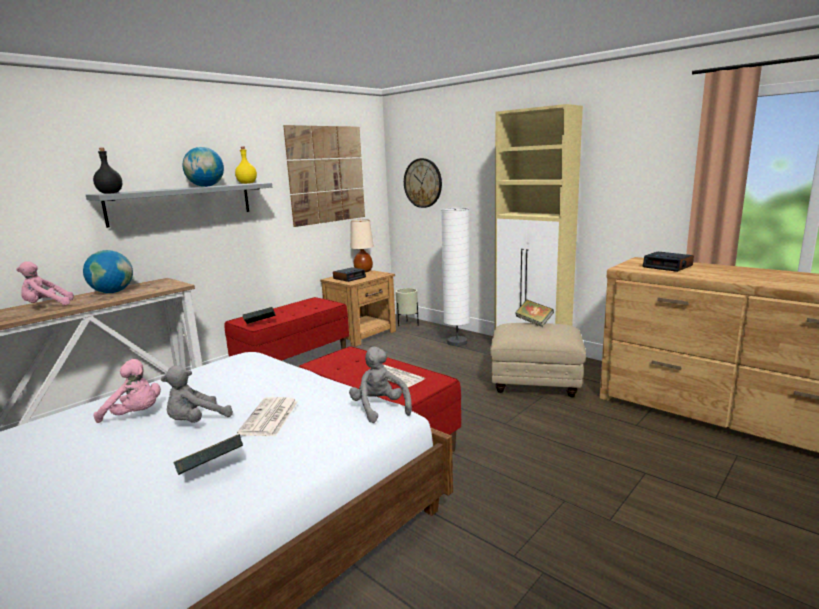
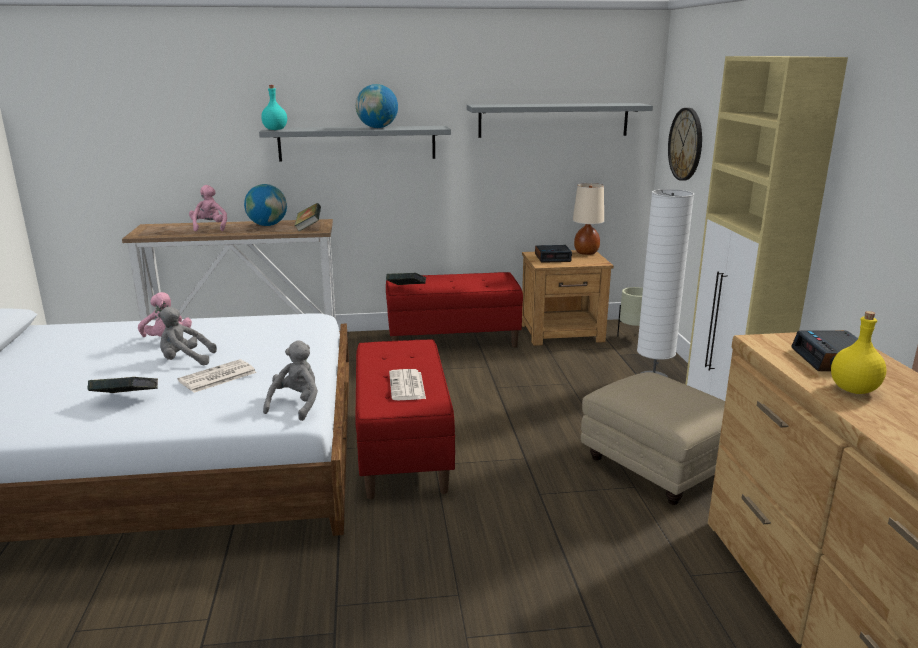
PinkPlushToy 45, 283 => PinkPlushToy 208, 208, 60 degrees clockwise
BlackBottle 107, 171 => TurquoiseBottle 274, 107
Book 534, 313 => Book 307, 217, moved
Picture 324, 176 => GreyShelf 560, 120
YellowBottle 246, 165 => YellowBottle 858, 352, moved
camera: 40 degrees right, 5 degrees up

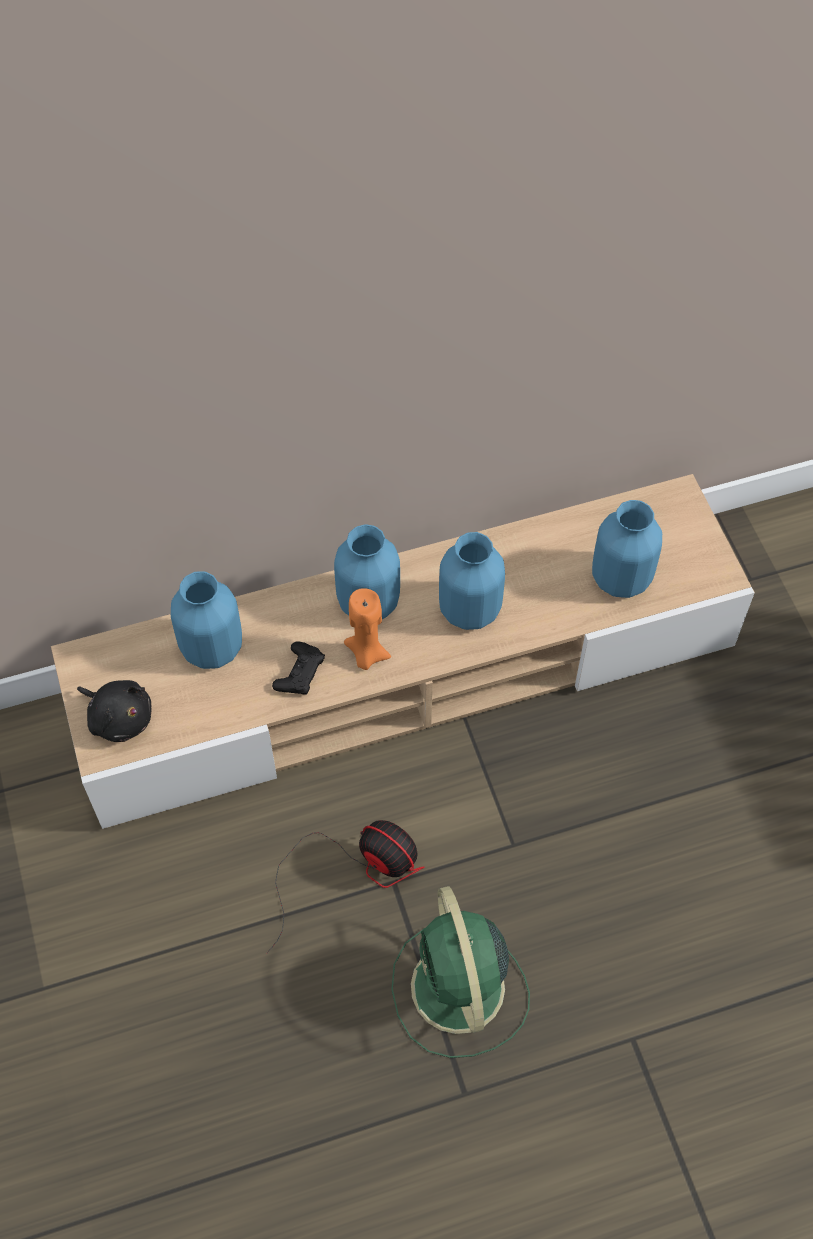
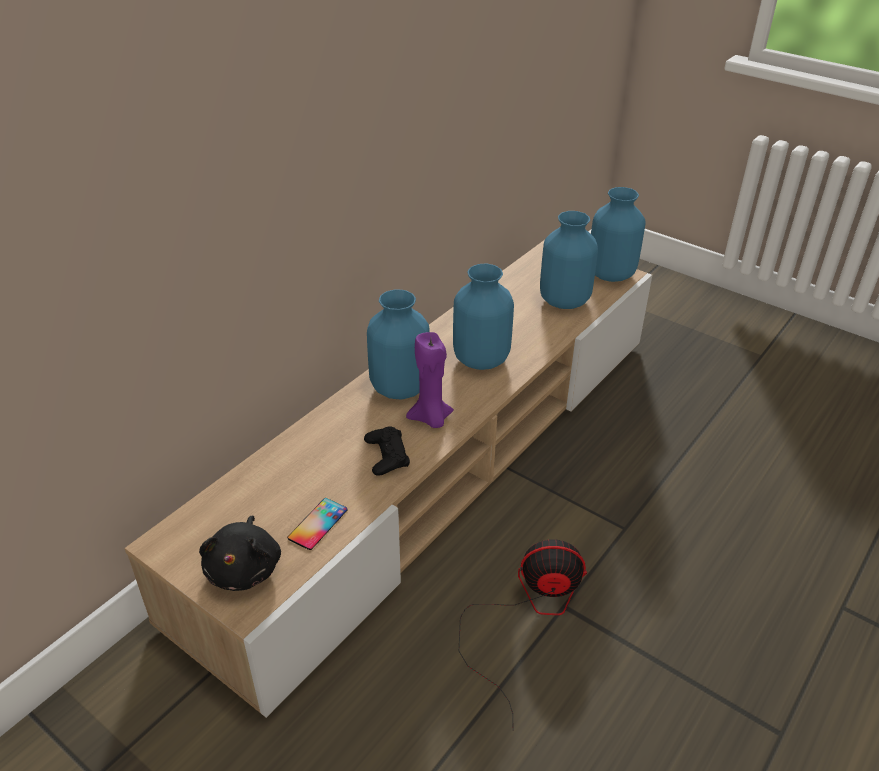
BlackPlushToy 114, 711 => BlackPlushToy 240, 553, 90 degrees clockwise
nothing => Phone 317, 524
OrangeCandle 367, 629 => PurpleCandle 430, 380
BlueVase 206, 620 => BlueVase 618, 234, moved
GreenFan 460, 972 => nothing
camera: 35 degrees left, 20 degrees down

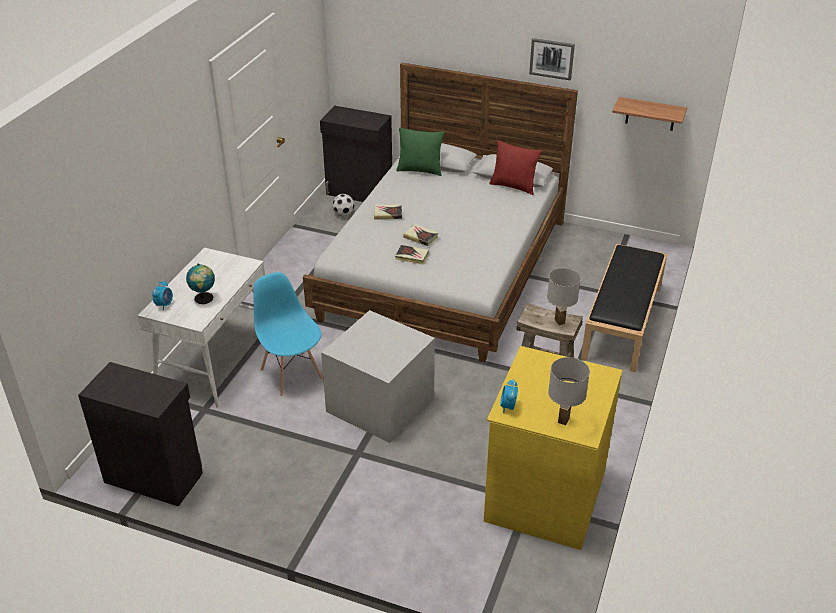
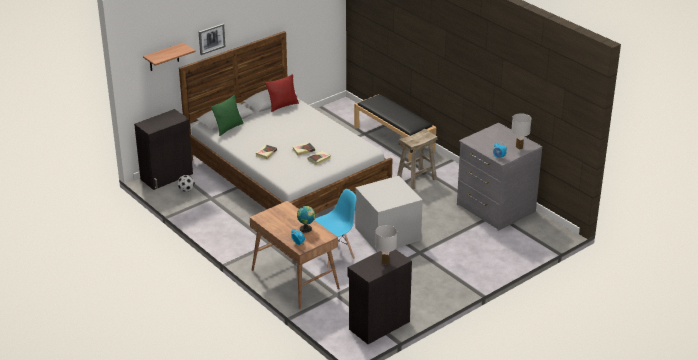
Shelf 649, 114 => Shelf 169, 57, moved
Picture 552, 59 => Picture 212, 39, moved
WhiteDesk 201, 328 => BrownDesk 295, 255
BlueChair 288, 334 => BlueChair 335, 229, 150 degrees clockwise
WhiteTableLamp 564, 296 => WhiteTableLamp 386, 245, moved
YellowDresser 553, 448 => GreyDresser 500, 177
camera: 60 degrees left, 5 degrees down

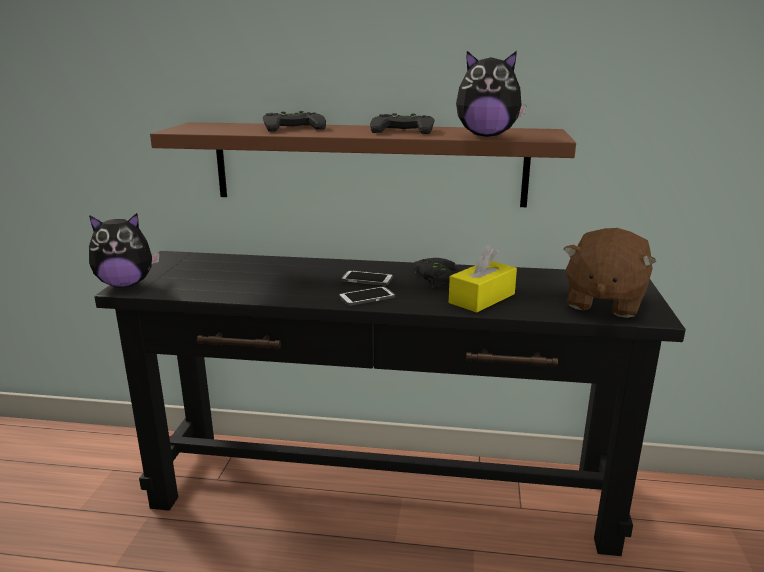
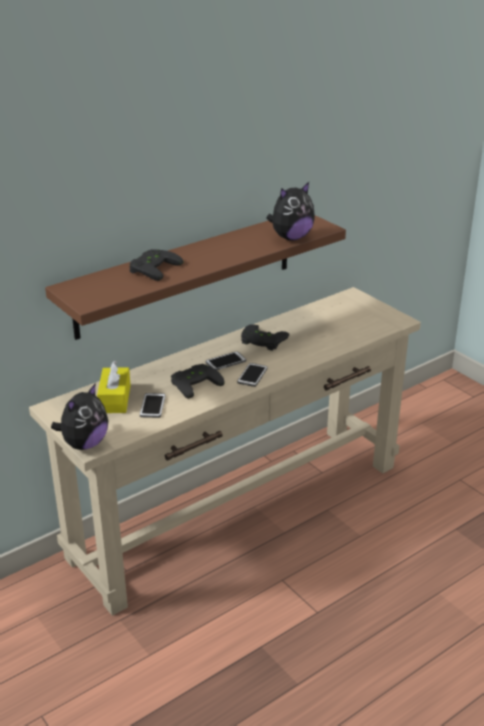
BlackConsoleTable 390, 403 => BeigeConsoleTable 225, 451
YellowTissueBox 483, 279 => YellowTissueBox 114, 387, moved
nothing => Phone 153, 405
BlackGameController 402, 123 => BlackGameController 198, 381, moved
BrownPlushToy 609, 273 => nothing
camera: 45 degrees left, 10 degrees up

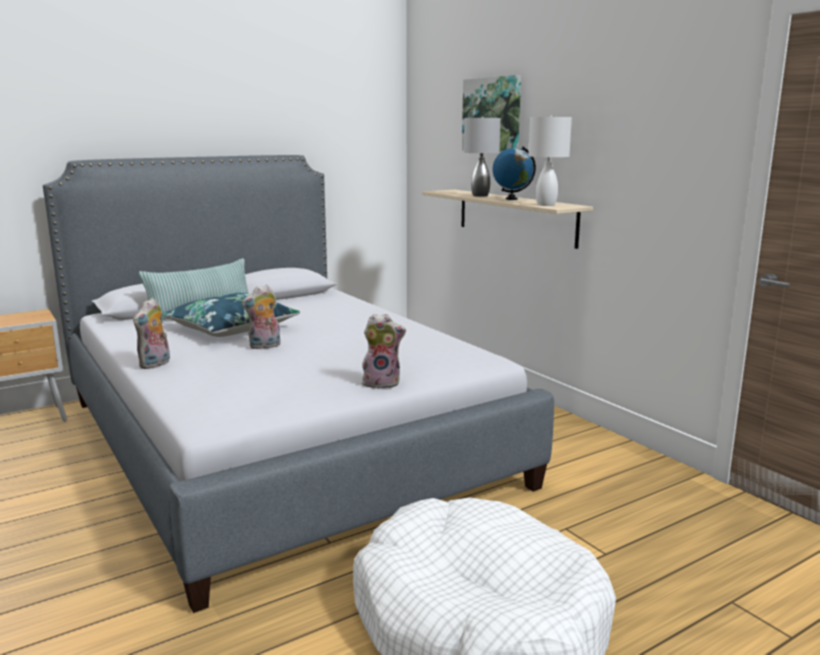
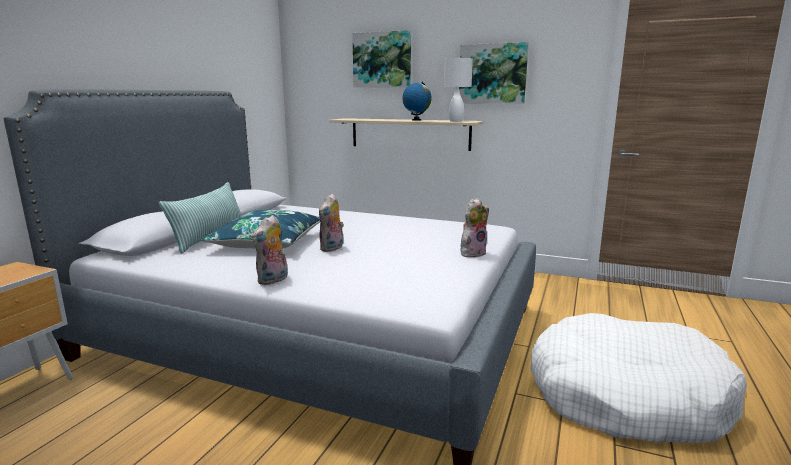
PlushToy 151, 333 => PlushToy 270, 250, 45 degrees clockwise
nothing => Picture 494, 72
GreyTableLamp 482, 157 => nothing
camera: 35 degrees left, 0 degrees up

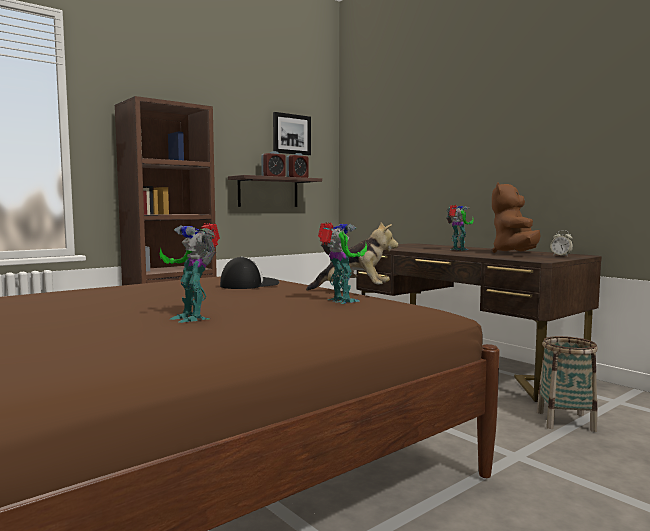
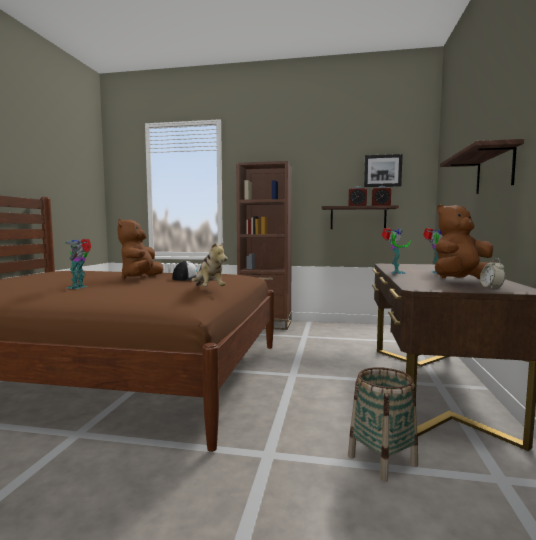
nothing => BrownPlushToy 140, 248
ToyRobot 342, 263 => ToyRobot 396, 251, moved
nothing => Shelf 482, 166
camera: 50 degrees right, 0 degrees up

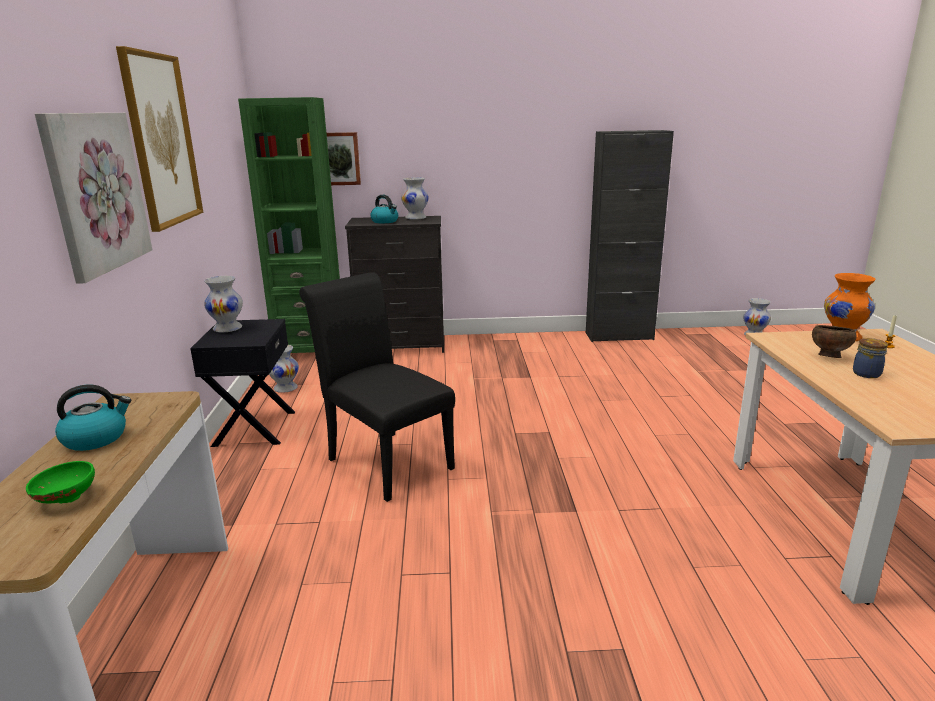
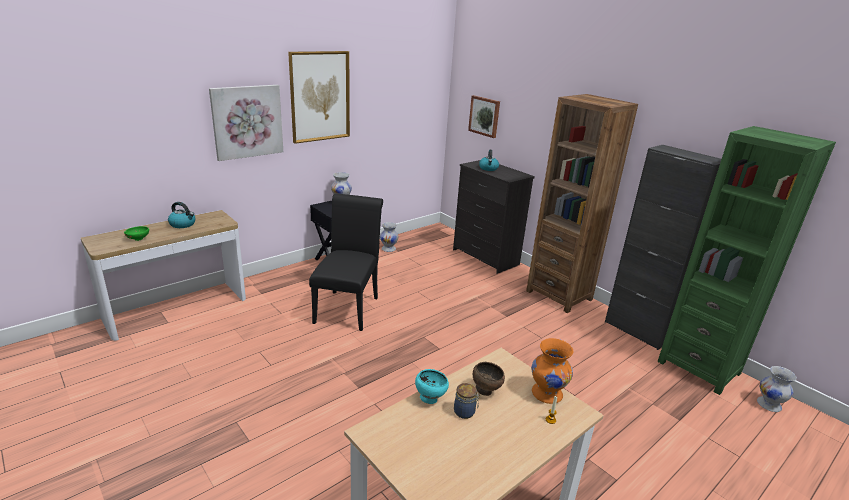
nothing => TurquoiseBowl 432, 386
nothing => BrownBookcase 582, 203
GreenBookcase 289, 225 => GreenBookcase 747, 260, moved
WhiteVase 415, 198 => nothing
camera: 50 degrees right, 5 degrees up

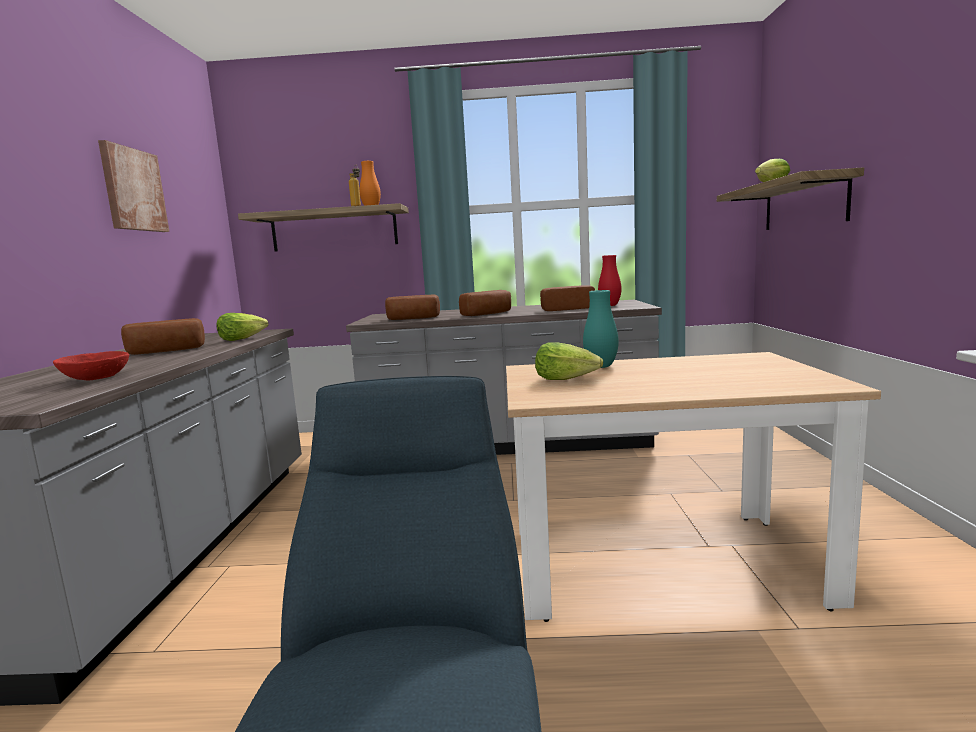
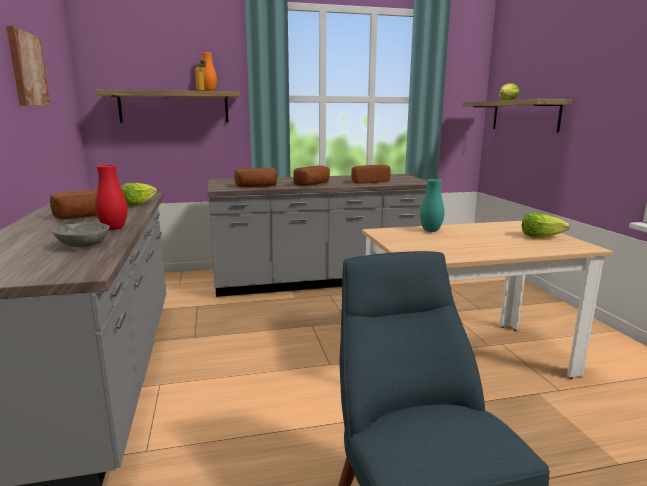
RedBowl 91, 366 => GreyBowl 81, 234
RedVase 610, 280 => RedVase 111, 197, moved
Lettuce 569, 361 => Lettuce 546, 225, moved
camera: 15 degrees left, 5 degrees up

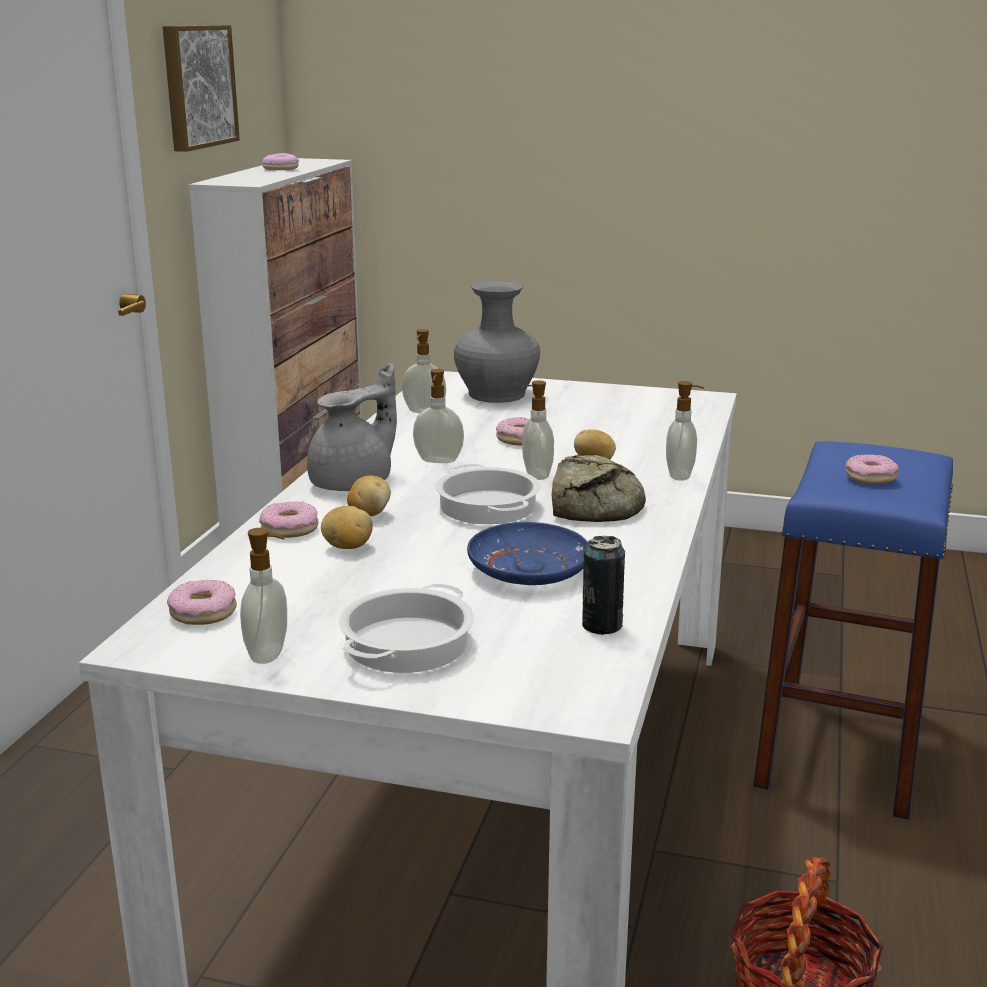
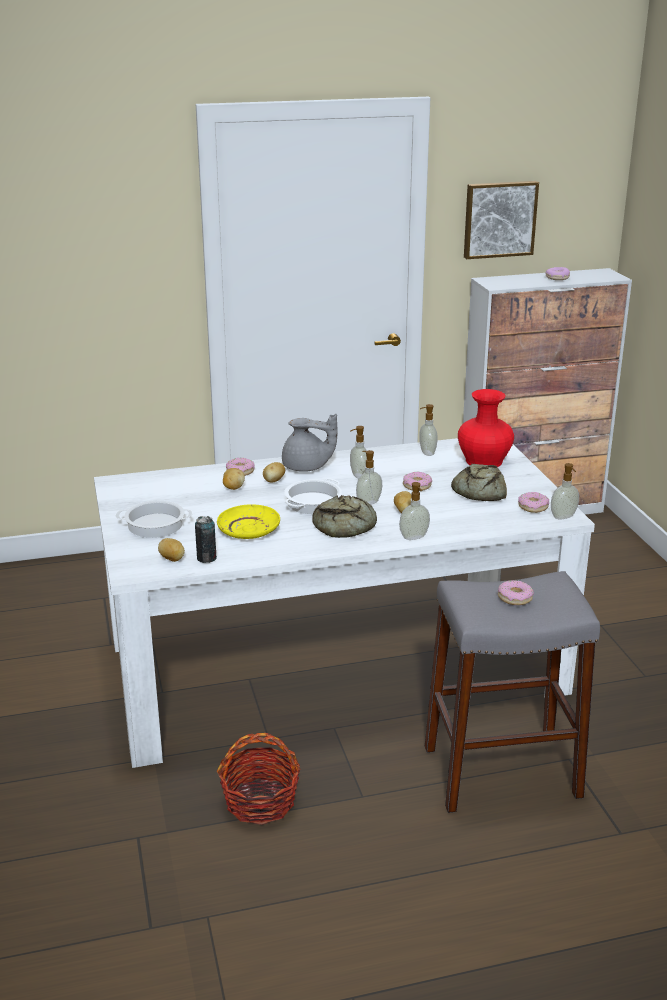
nothing => Potato 171, 550
BluePlate 527, 553 => YellowPlate 248, 521
BlueStool 853, 630 => GreyStool 512, 692
nothing => Bread 479, 482
GreyVase 497, 342 => RedVase 486, 428
Donut 202, 602 => Donut 533, 502, moved
SoapDispenser 263, 596 => SoapDispenser 565, 491, moved
camera: 60 degrees right, 5 degrees up

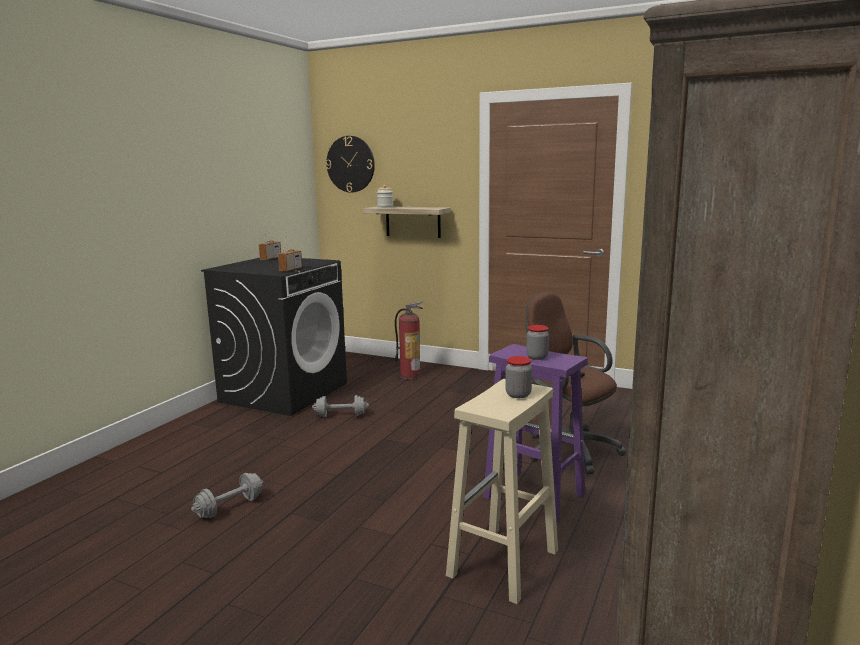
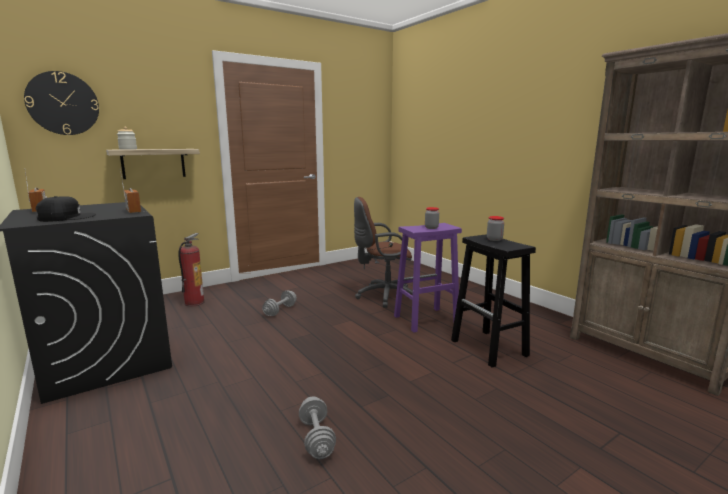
nothing => BlackCap 66, 209
GreyDumbbell 340, 406 => GreyDumbbell 279, 303, moved
BeigeStool 502, 491 => BlackStool 493, 301
camera: 60 degrees left, 0 degrees up

